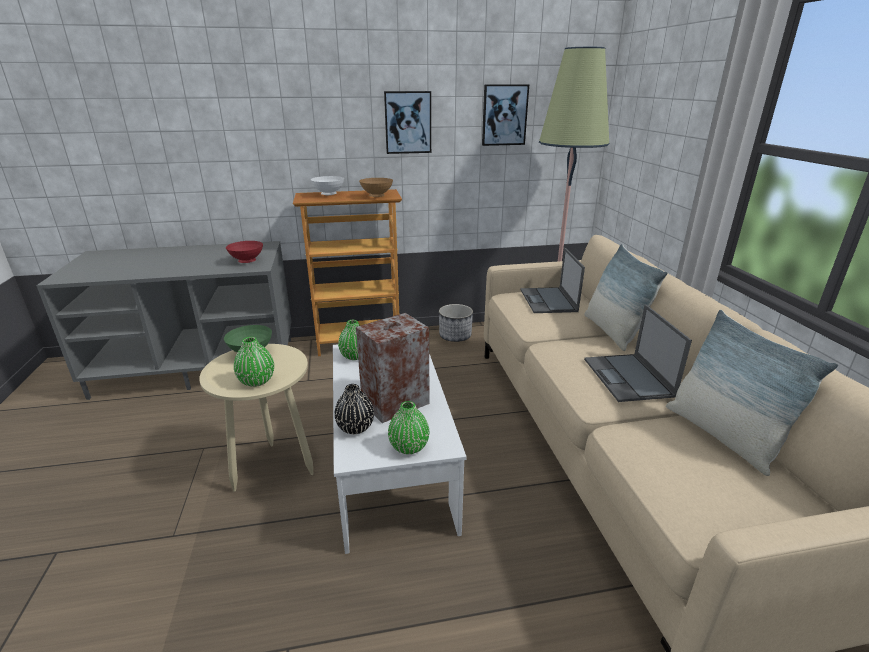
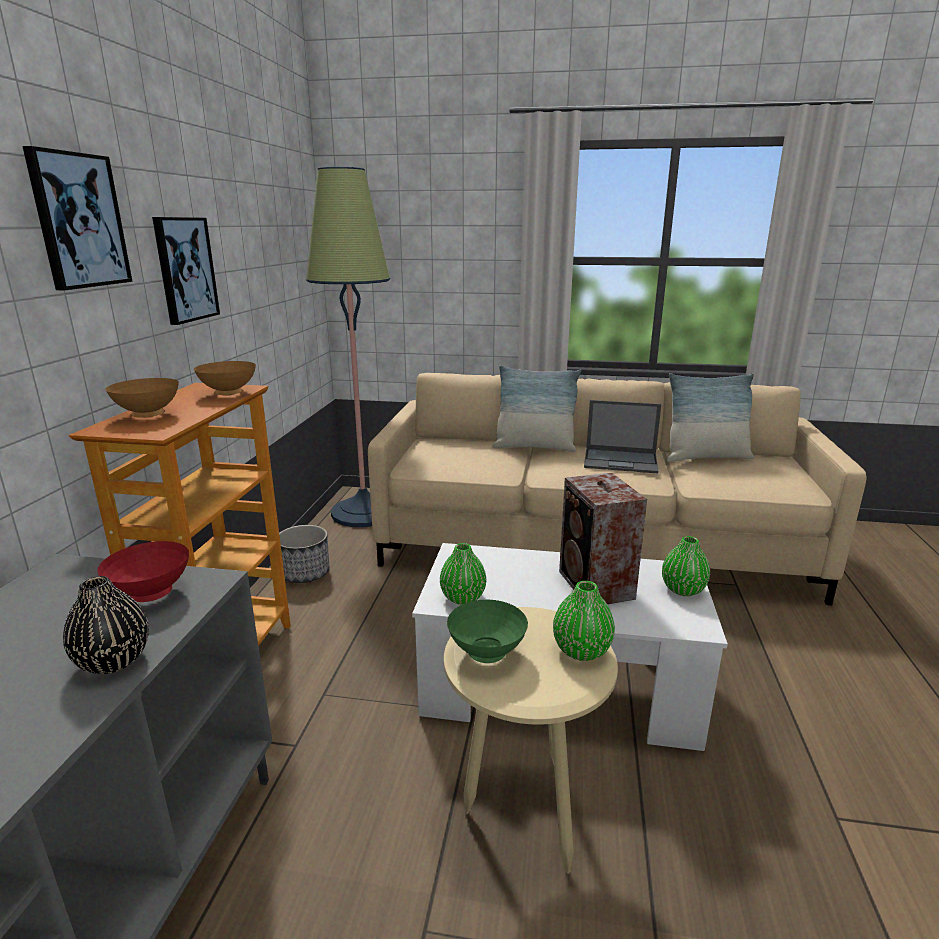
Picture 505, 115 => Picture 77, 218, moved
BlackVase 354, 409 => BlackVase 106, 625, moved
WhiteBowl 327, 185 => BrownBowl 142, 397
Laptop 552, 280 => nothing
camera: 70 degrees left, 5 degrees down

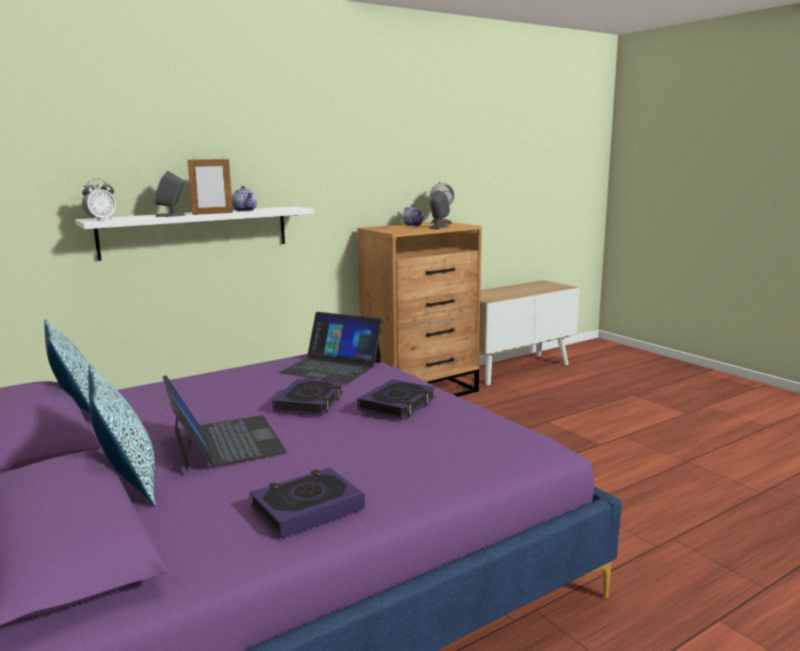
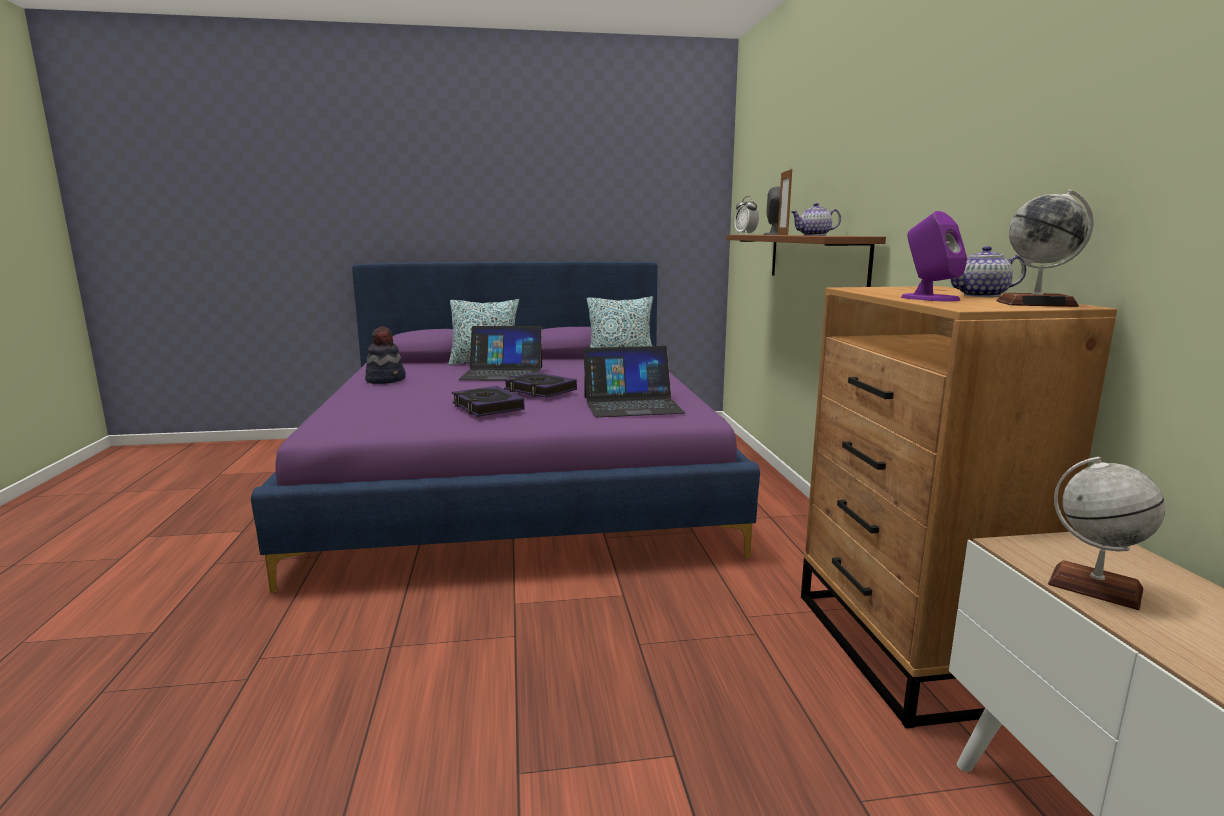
Book 307, 503 => Hat 385, 355
Laptop 331, 347 => Laptop 634, 381, 150 degrees counterclockwise
WhiteShelf 194, 233 => BrownShelf 806, 261
GreySpeaker 439, 210 => PurpleSpeaker 934, 256
nothing => Globe 1106, 533
camera: 115 degrees right, 0 degrees up

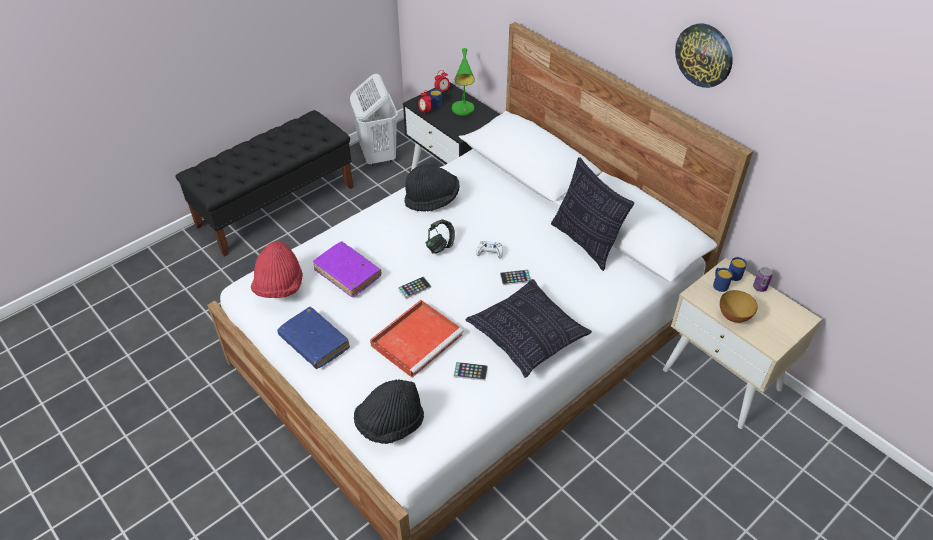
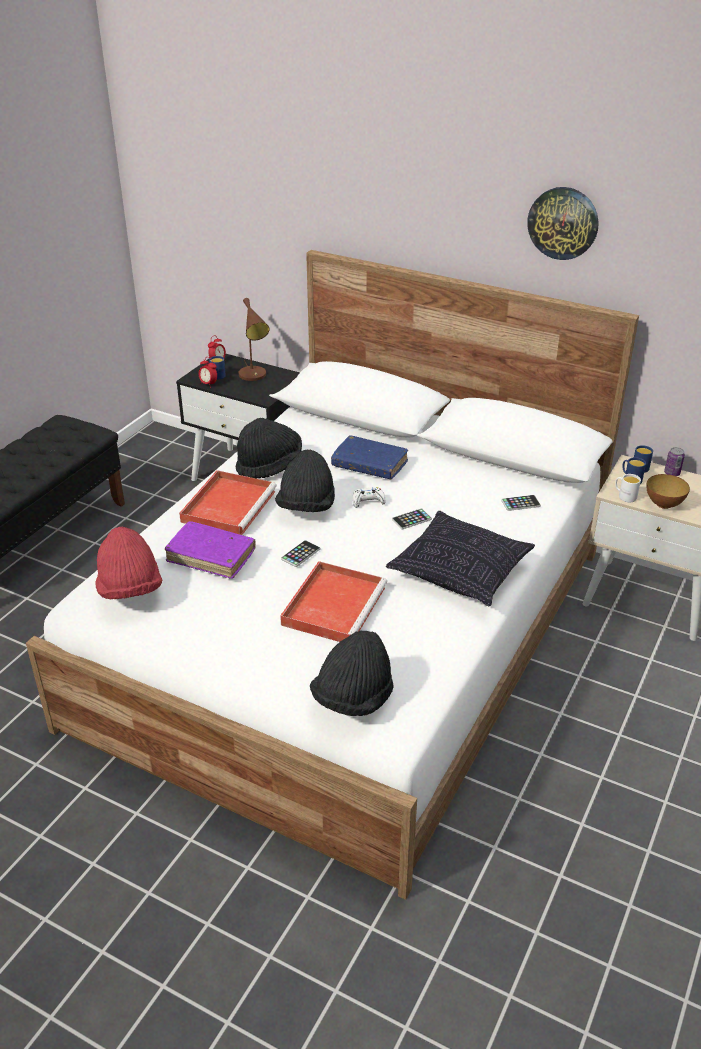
nothing => RedTray 228, 502
GreenTableLamp 463, 82 => BrownTableLamp 254, 339
Headphones 440, 236 => BlackHat 305, 481
BlueBook 313, 338 => BlueBook 369, 457, moved
Phone 470, 371 => Phone 521, 503, moved
nothing => WhiteMug 628, 488
WhiteLaundryBasket 374, 120 => nothing
Pillow 592, 214 => nothing
camera: 20 degrees left, 10 degrees down

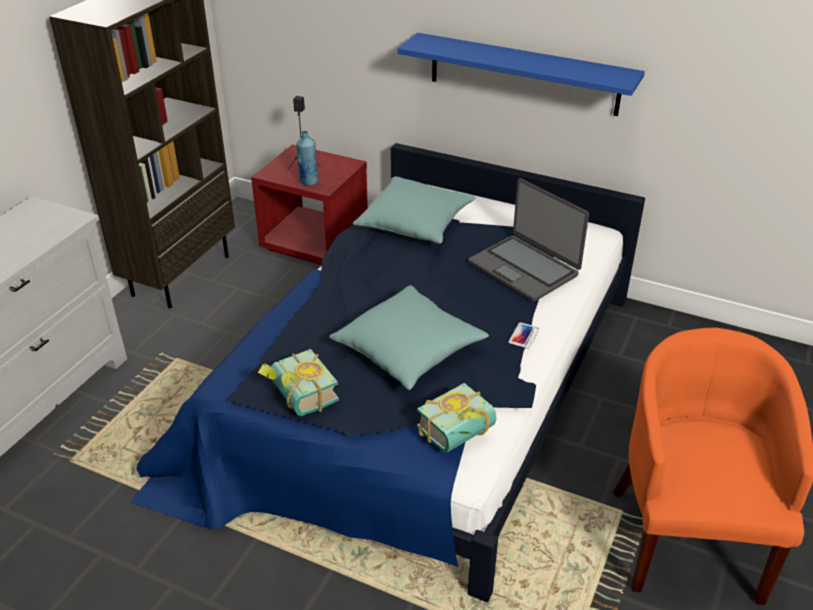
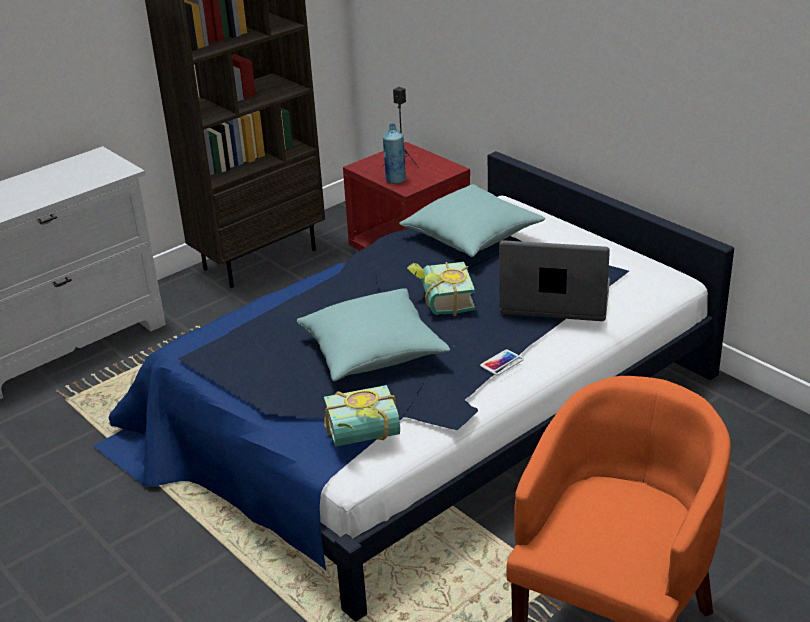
Book 298, 382 => Book 441, 289, moved
Laptop 528, 240 => Laptop 554, 280, 120 degrees clockwise
BlueShelf 521, 74 => nothing
camera: 25 degrees right, 5 degrees down

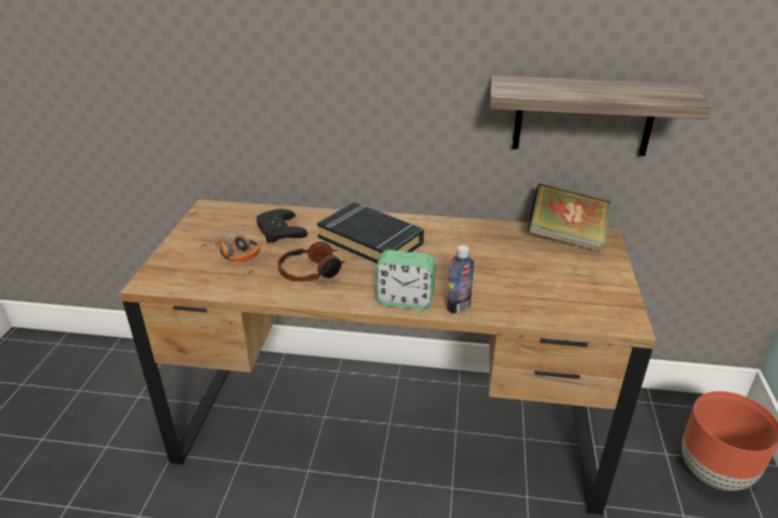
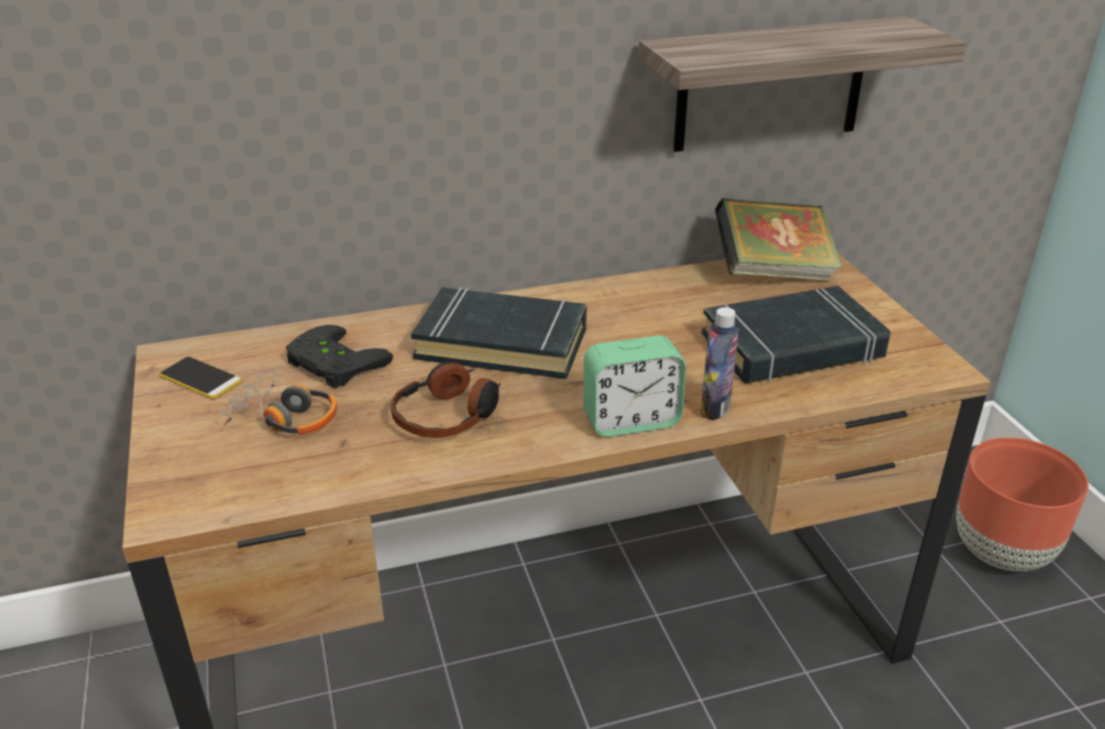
nothing => Phone 200, 378
nothing => BlackBook 796, 334
camera: 25 degrees left, 0 degrees up

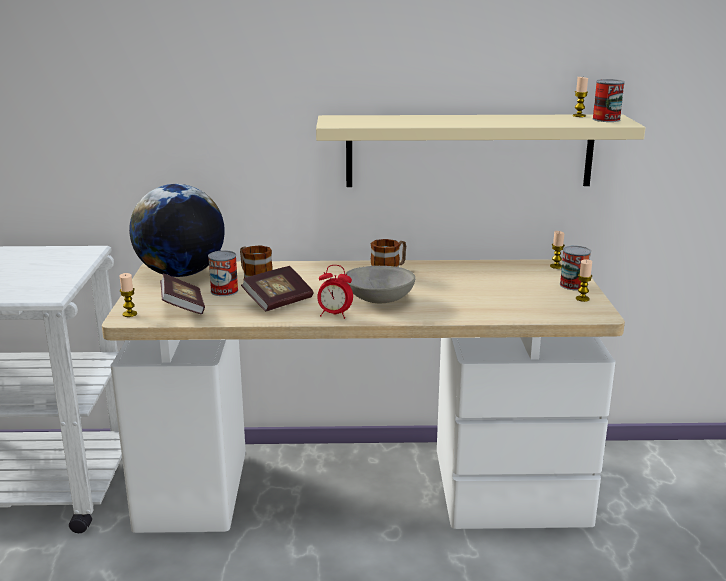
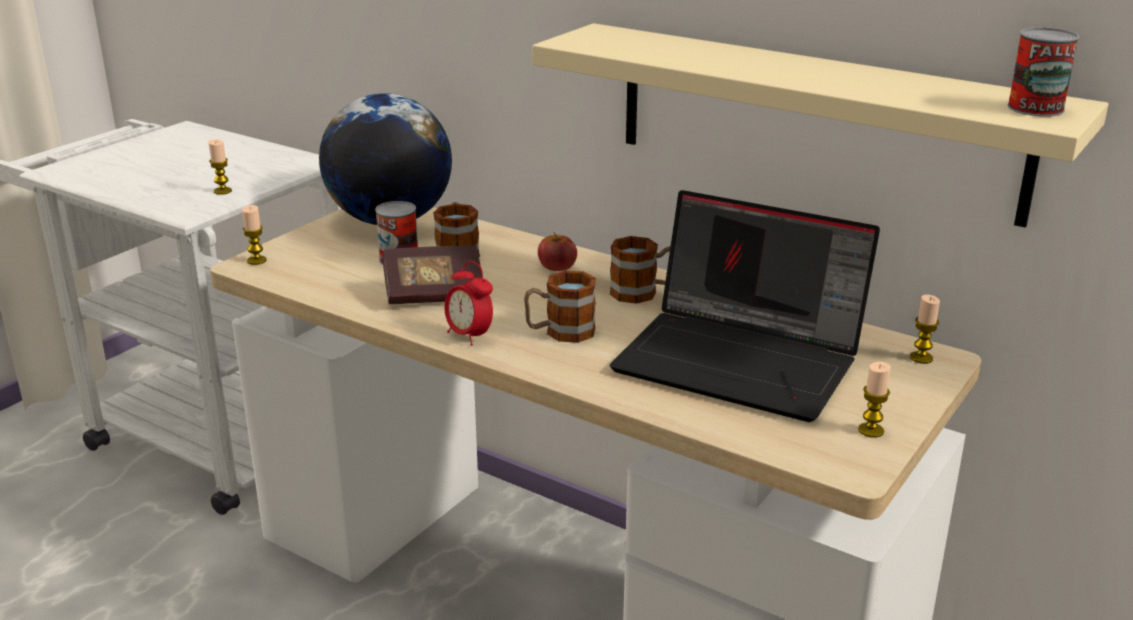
Candle 580, 97 => Candle 220, 167, moved
GreyBowl 380, 284 => Mug 560, 307
nothing => Apple 557, 251
nothing => Laptop 745, 306
Book 182, 294 => nothing
Can 575, 268 => nothing
camera: 35 degrees right, 5 degrees up

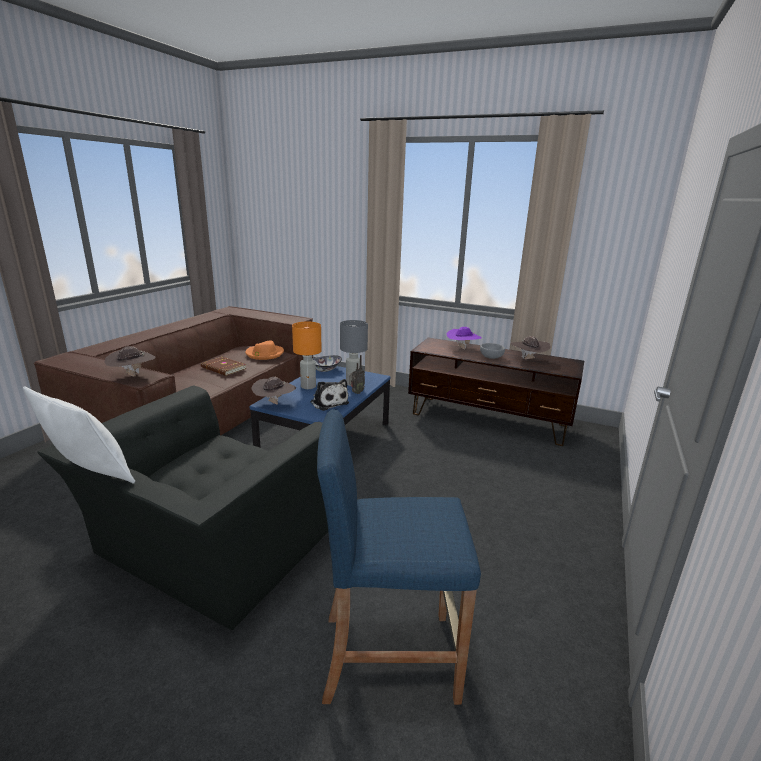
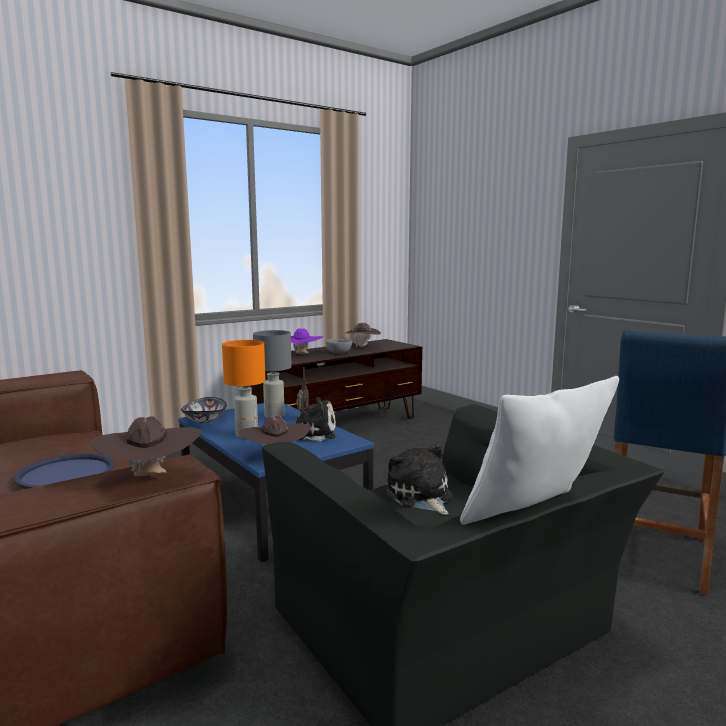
BrownBook 223, 366 => BlueTray 64, 471
nothing => PlushToy 420, 479
OrangeHat 264, 350 => nothing
camera: 60 degrees left, 10 degrees down

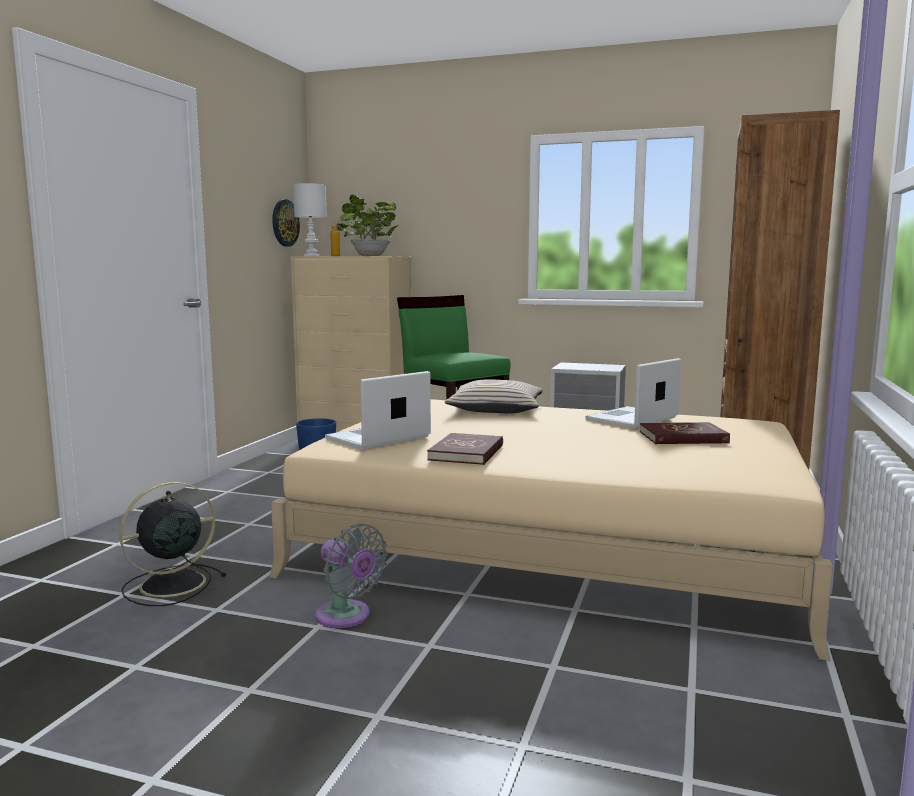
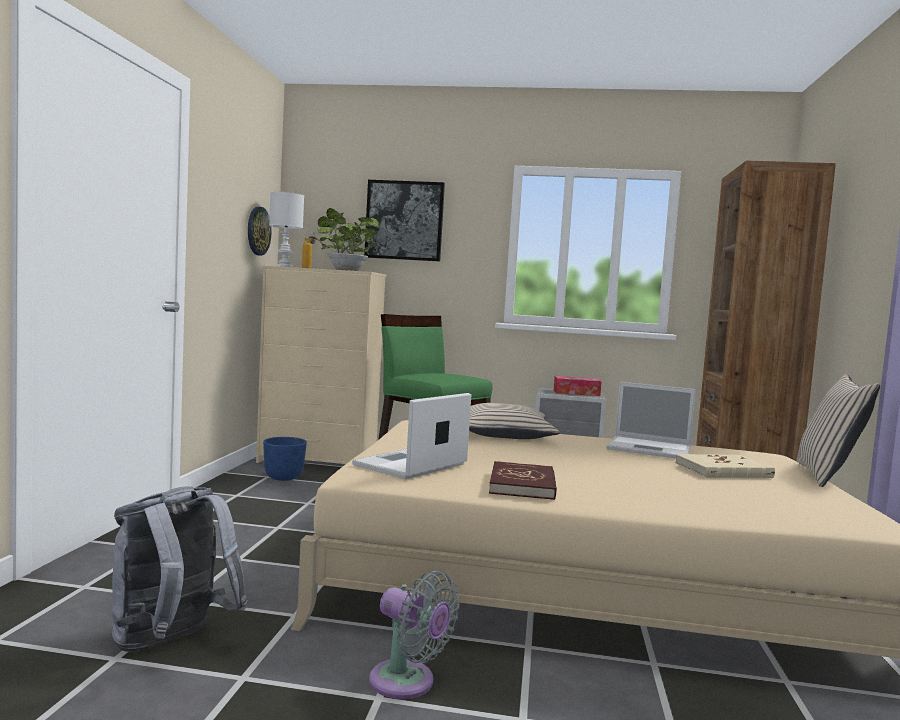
BlackFan 173, 544 => GreyBackpack 180, 569
nothing => Picture 404, 221
nothing => TissueBox 578, 386
Laptop 633, 393 => Laptop 651, 420, 105 degrees counterclockwise
RedBook 685, 433 => BeigeBook 725, 466
nothing => BeigePillow 838, 430
camera: 10 degrees left, 5 degrees down

